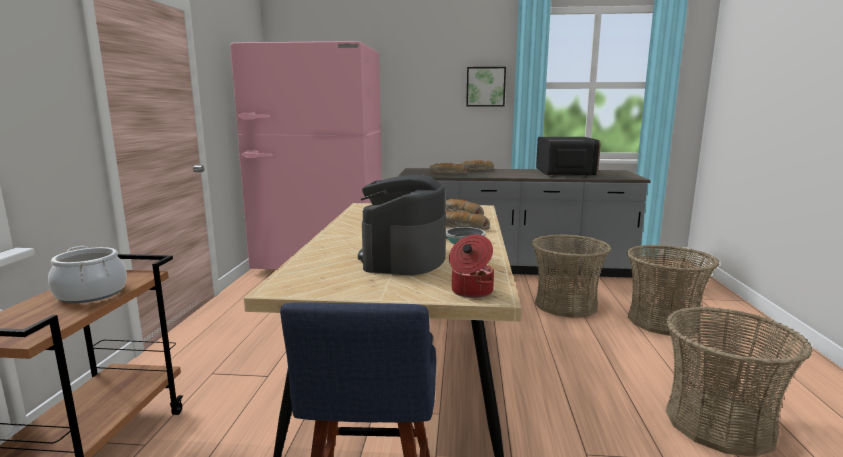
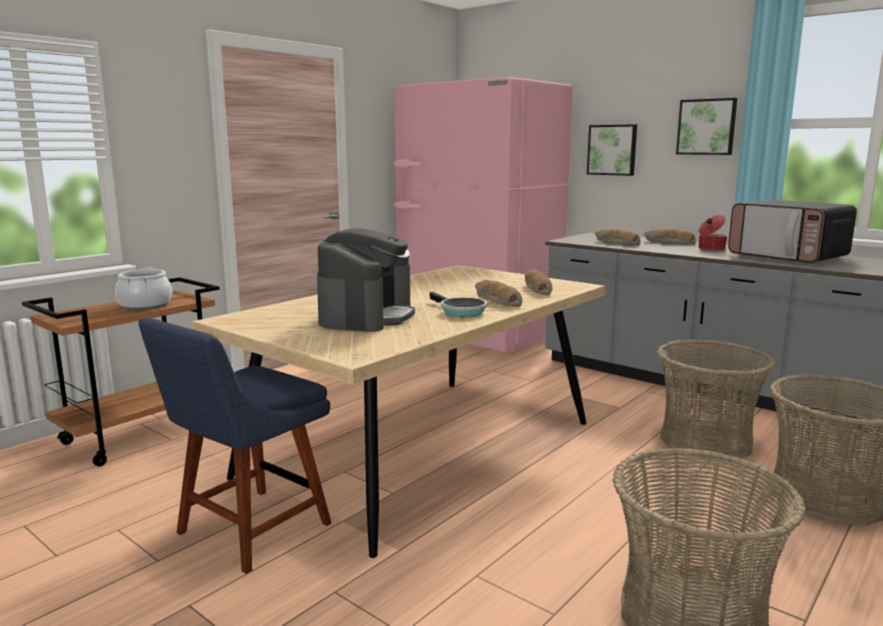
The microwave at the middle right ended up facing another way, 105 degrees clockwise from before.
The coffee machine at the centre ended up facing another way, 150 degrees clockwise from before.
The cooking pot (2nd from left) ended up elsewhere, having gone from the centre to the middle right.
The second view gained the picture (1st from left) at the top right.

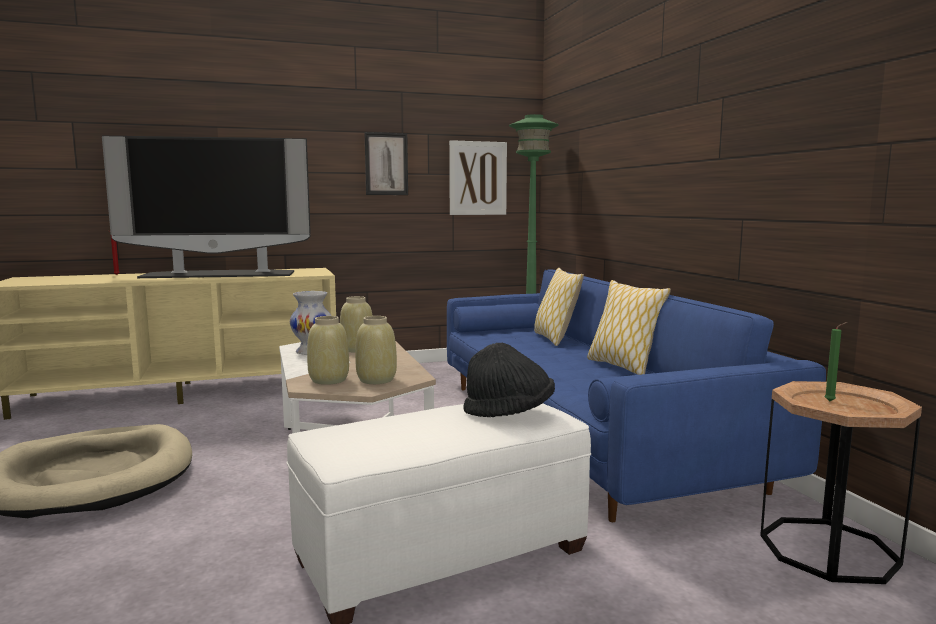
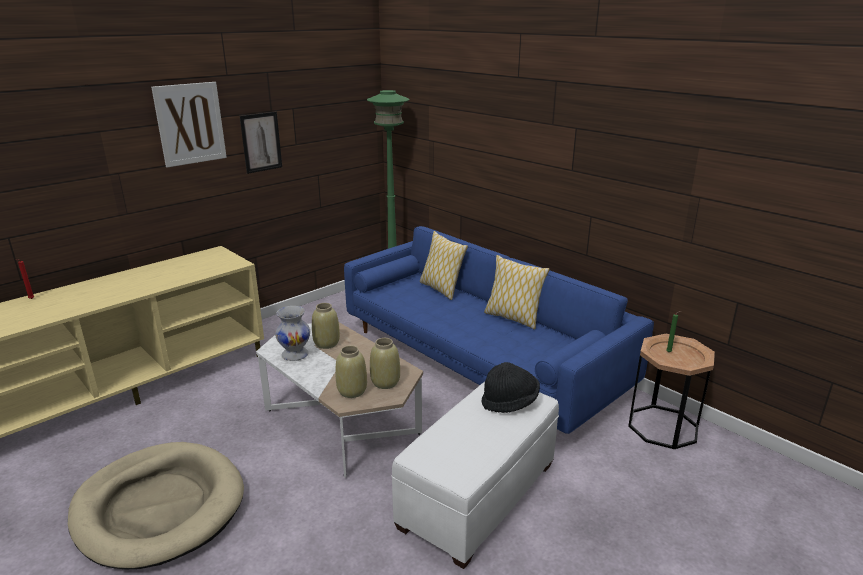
The second view lost the television at the top left.
The picture (2nd from left in the first image) ended up elsewhere, having gone from the top centre to the top left.

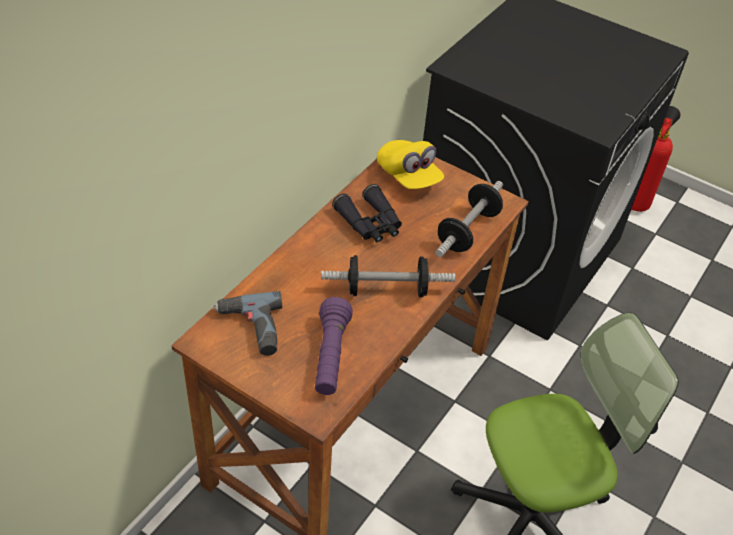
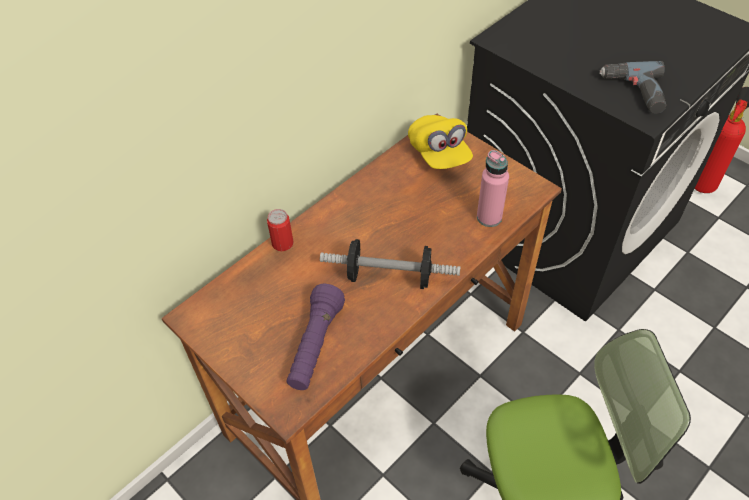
Where the dumbbell (2nd from left) stood at the centre, the pink bottle came to stand at the centre.
The second view lost the black binoculars at the centre.
The power drill ended up elsewhere, having gone from the centre to the top right.
The second view gained the can at the centre.

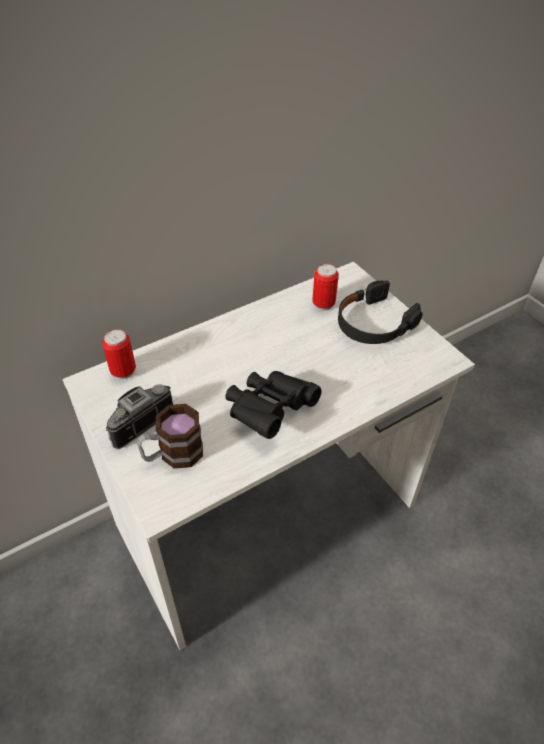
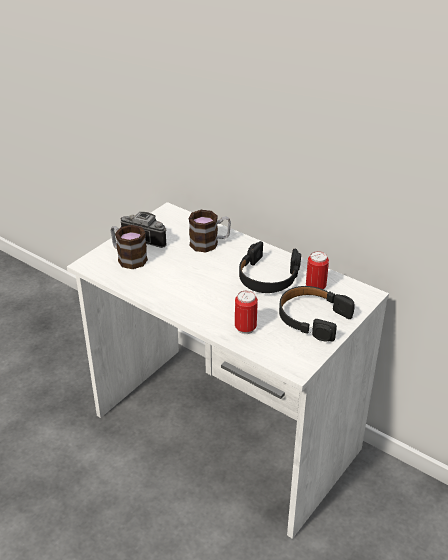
The can (1st from left) ended up elsewhere, having gone from the middle left to the centre.
The second view lost the black binoculars at the centre.
The second view gained the mug (2nd from left) at the centre.
The second view gained the black headphones (1st from left) at the centre.

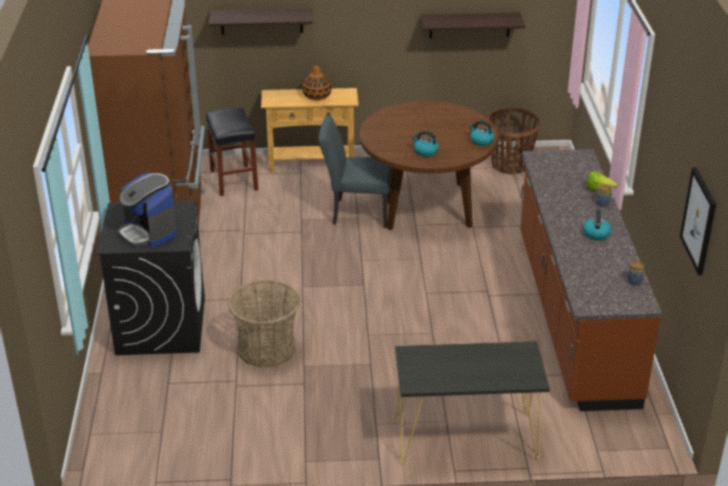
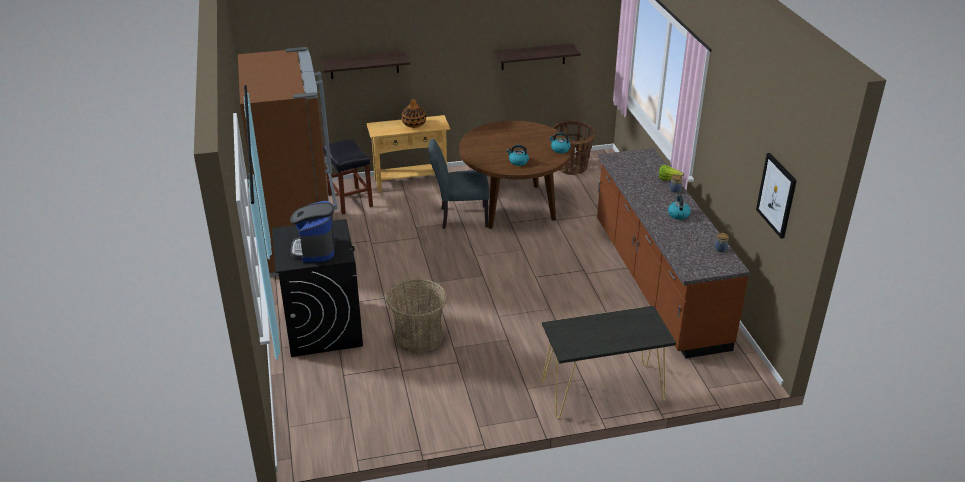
The coffee machine at the middle left ended up facing another way, 45 degrees clockwise from before.

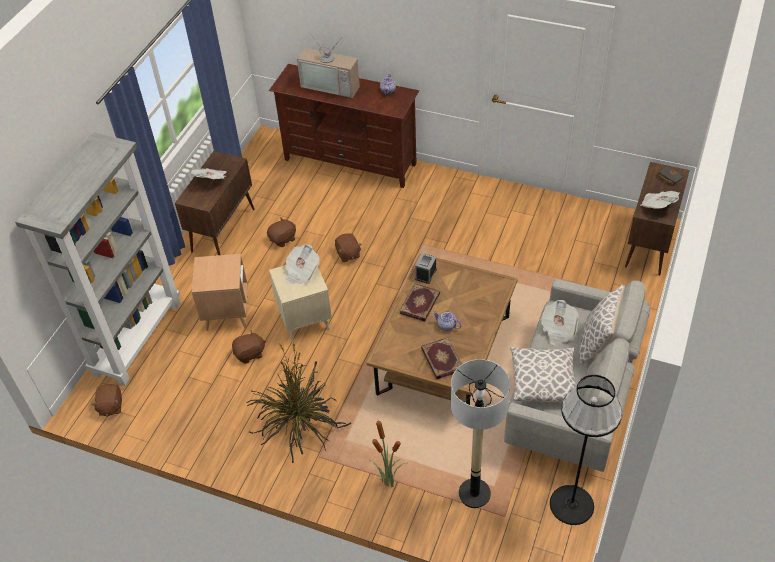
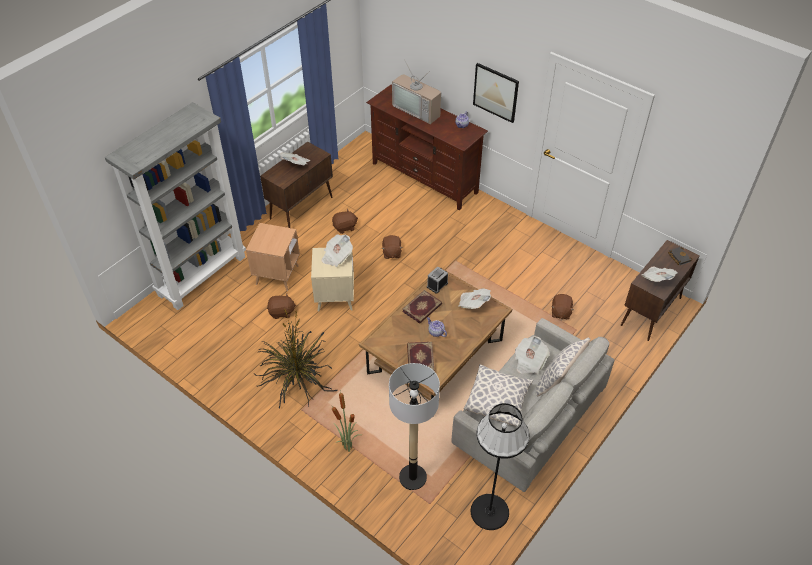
The brown plush toy (1st from left in the first image) ended up elsewhere, having gone from the bottom left to the middle right.
The second view gained the picture at the top centre.
The second view gained the newspaper (3rd from left) at the centre.

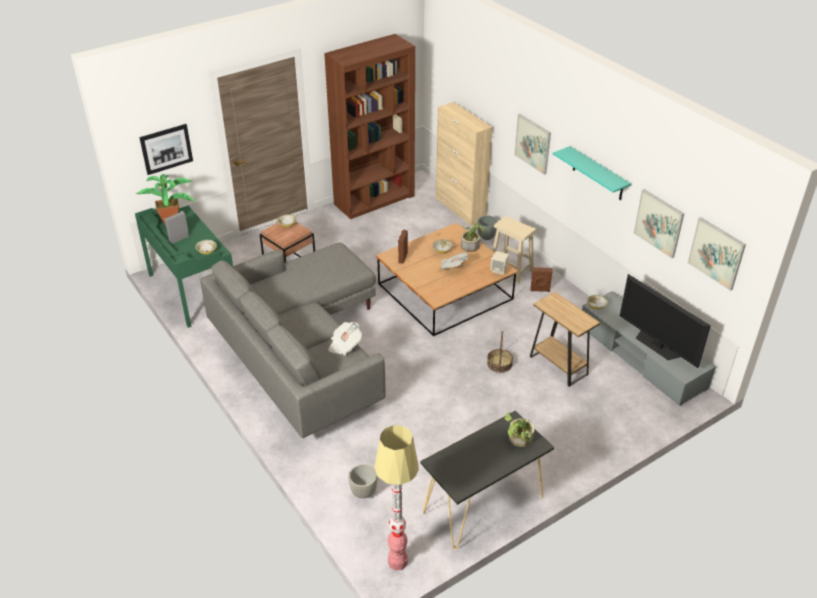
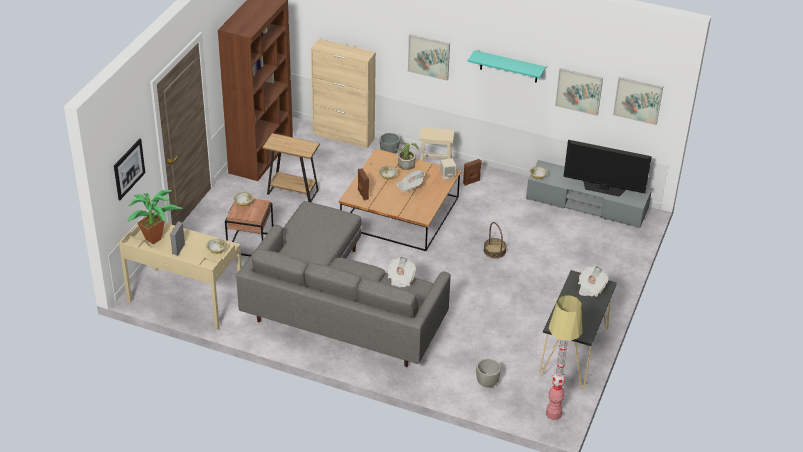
What was the green desk at the middle left turned into the beige desk at the middle left.
The brown side table (2nd from left) ended up elsewhere, having gone from the middle right to the centre.
Where the potted plant (3rd from left) stood at the bottom centre, the newspaper (3rd from left) came to stand at the middle right.

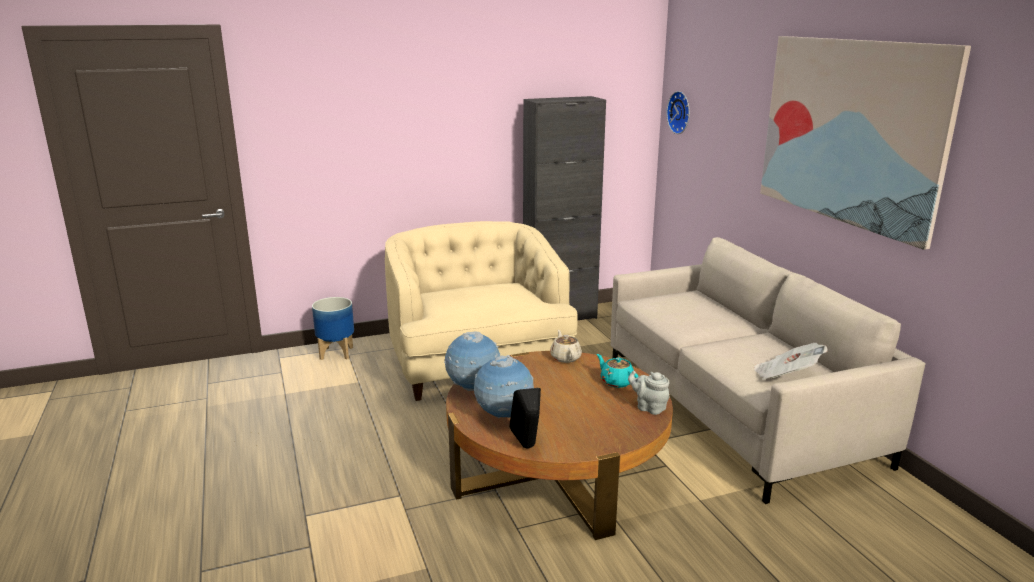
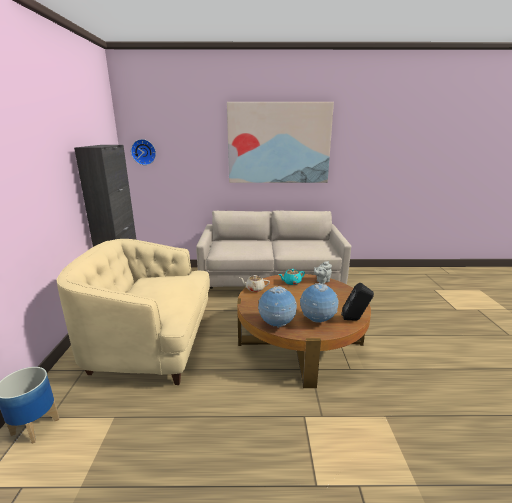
The second view lost the newspaper at the middle right.

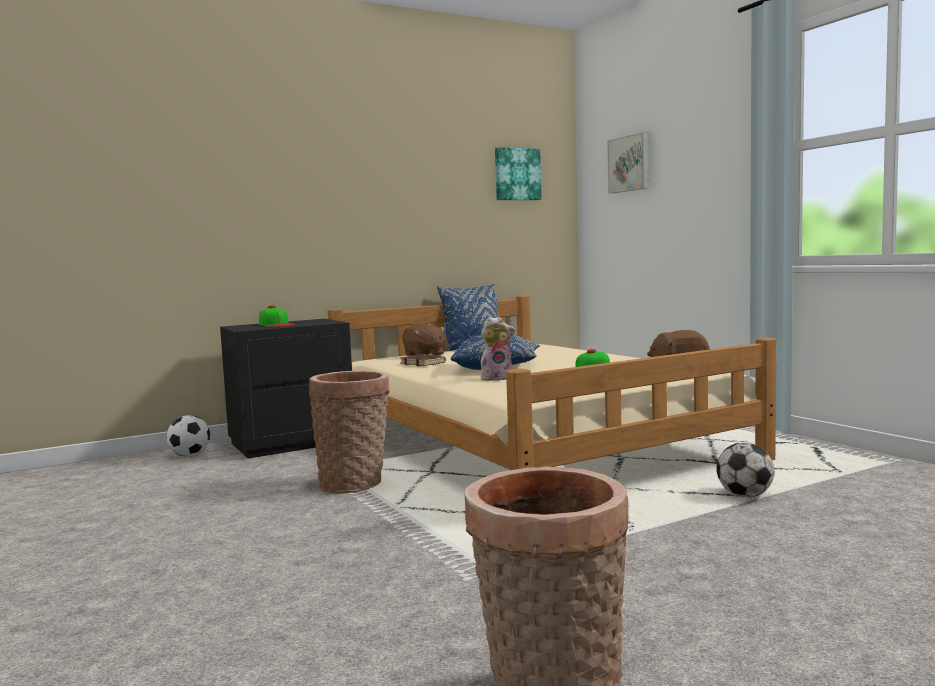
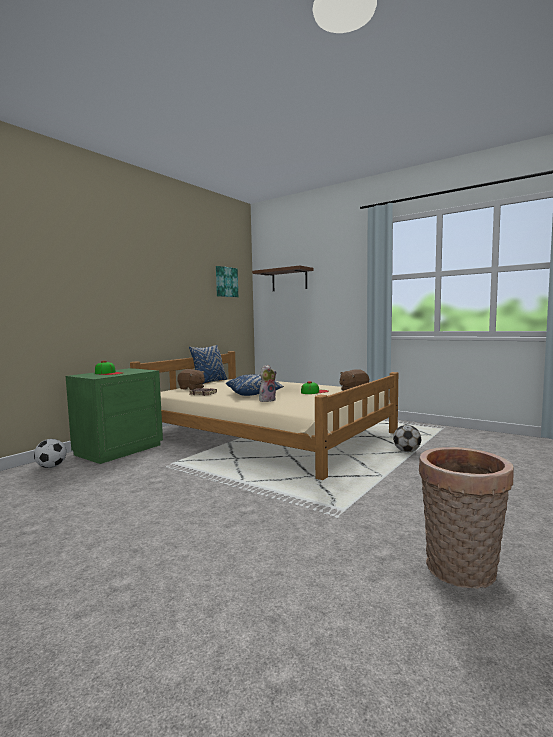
Where the picture (2nd from left) hung at the top right, the brown shelf came to hang at the centre.
What was the black nightstand at the middle left turned into the green nightstand at the middle left.
The second view lost the basket (1st from left) at the centre.

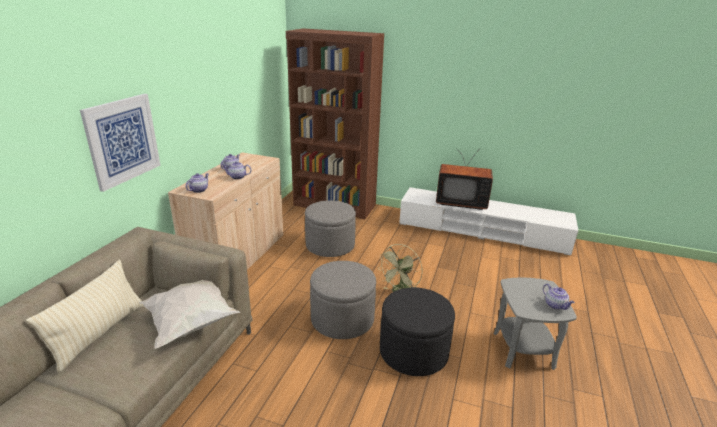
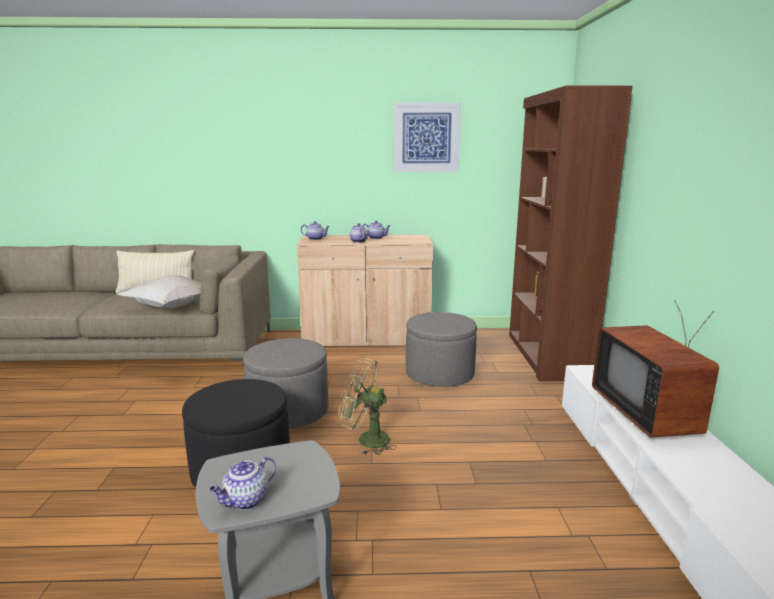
The picture ended up elsewhere, having gone from the middle left to the top centre.

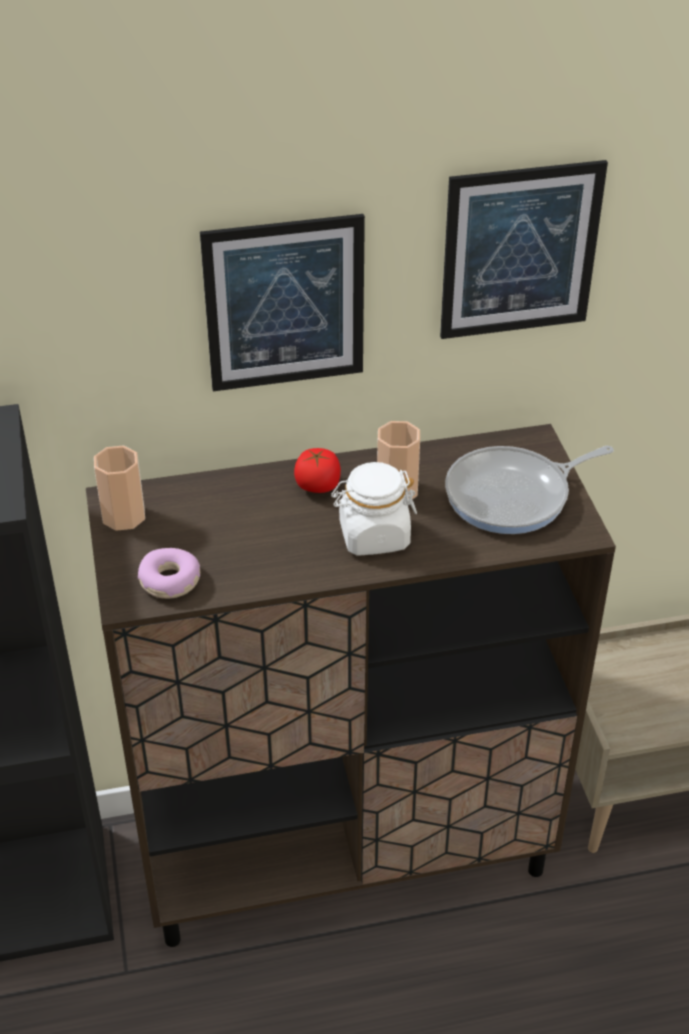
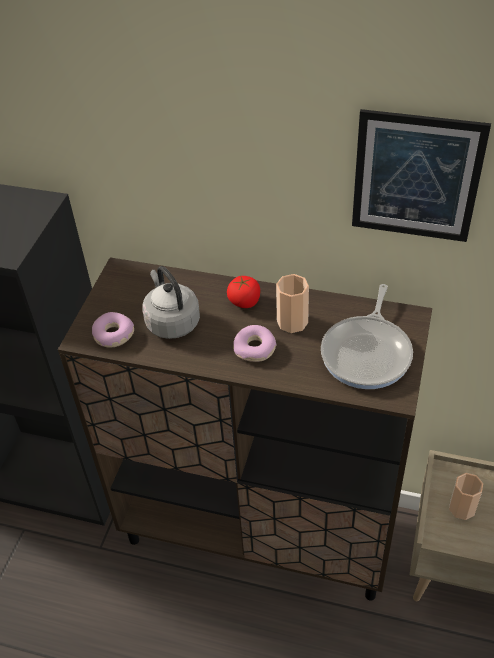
The second view lost the picture (1st from left) at the top centre.
The cup (1st from left in the first image) ended up elsewhere, having gone from the middle left to the bottom right.
The frying pan at the middle right ended up facing another way, 75 degrees counterclockwise from before.
Where the white jar stood at the centre, the donut (2nd from left) came to stand at the centre.
The second view gained the grey kettle at the centre.

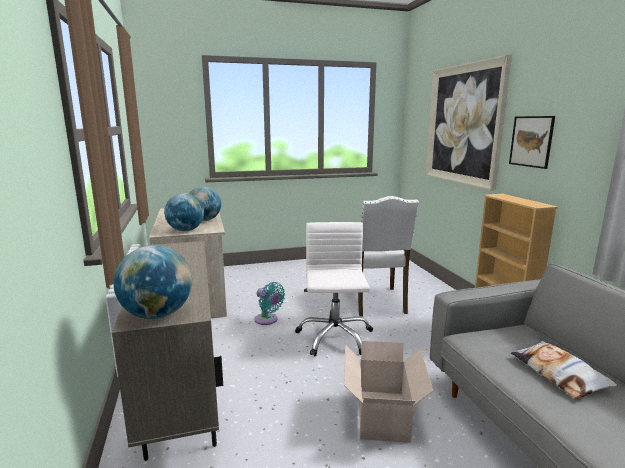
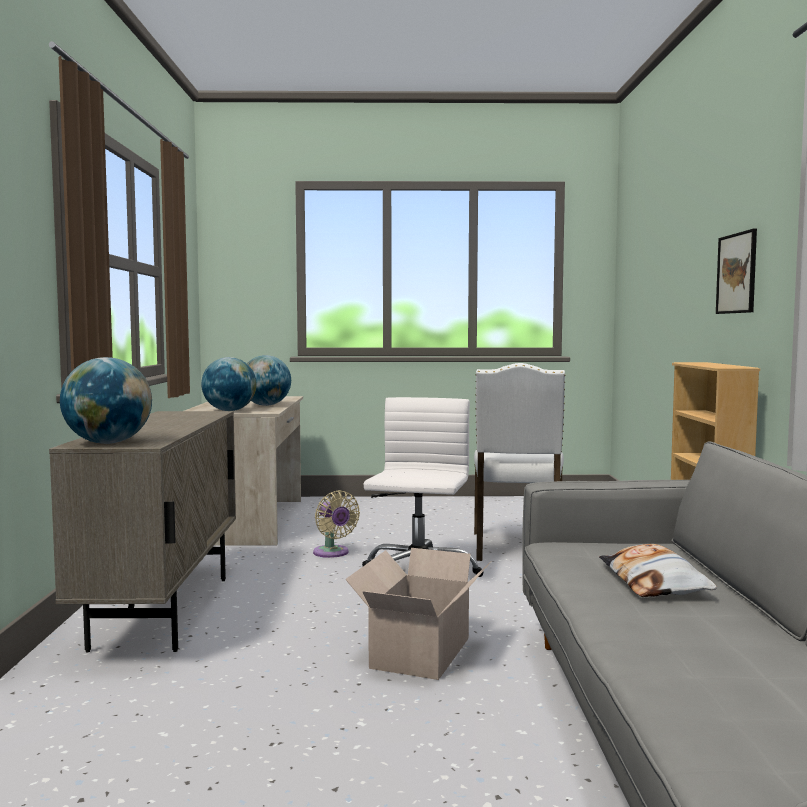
The second view lost the picture (1st from left) at the top right.
What was the turquoise fan at the centre turned into the beige fan at the centre.

